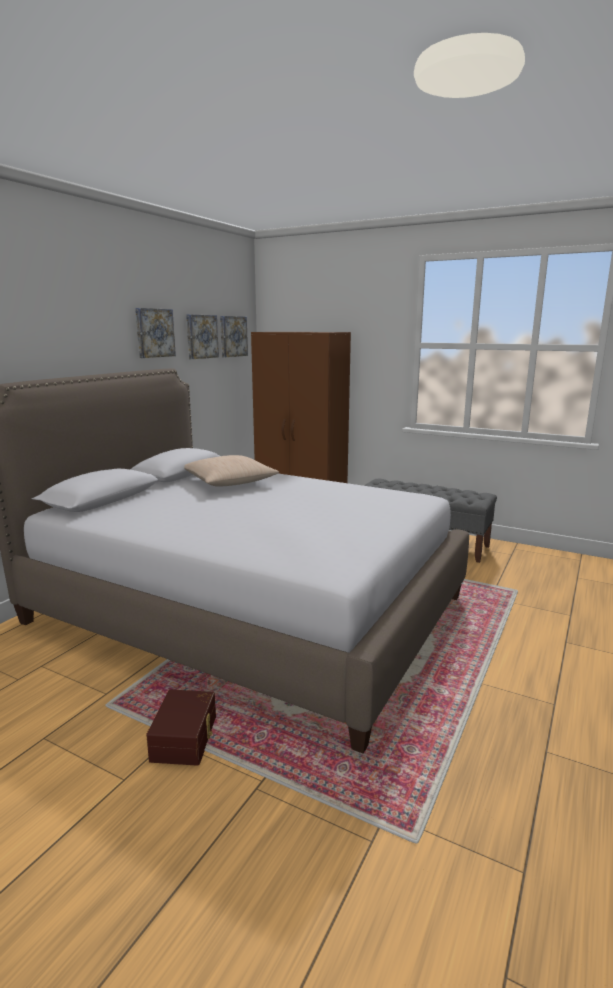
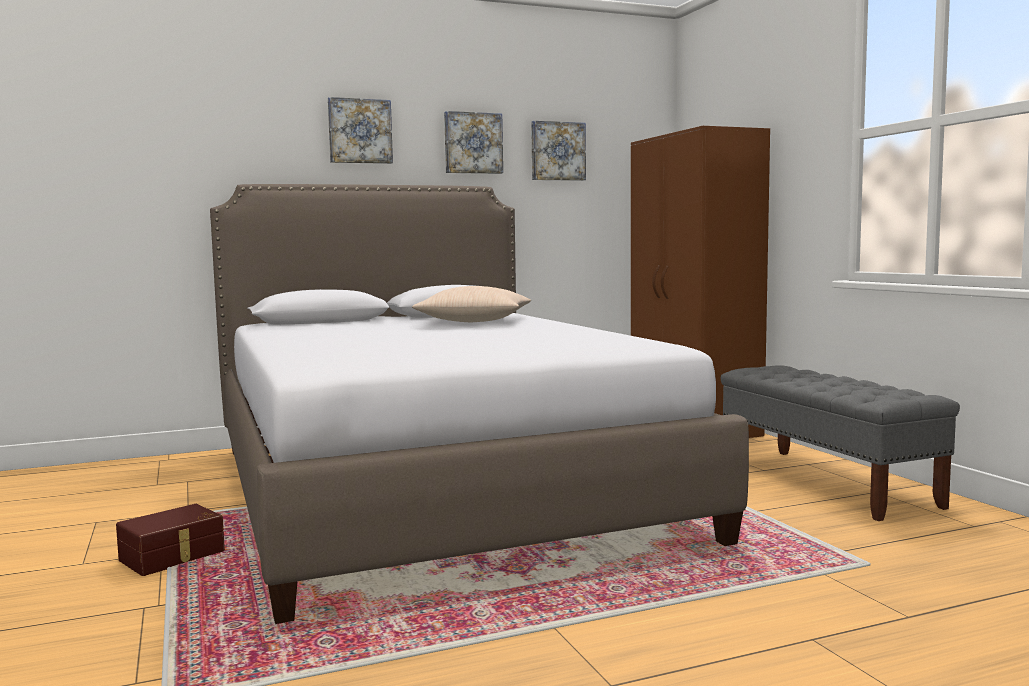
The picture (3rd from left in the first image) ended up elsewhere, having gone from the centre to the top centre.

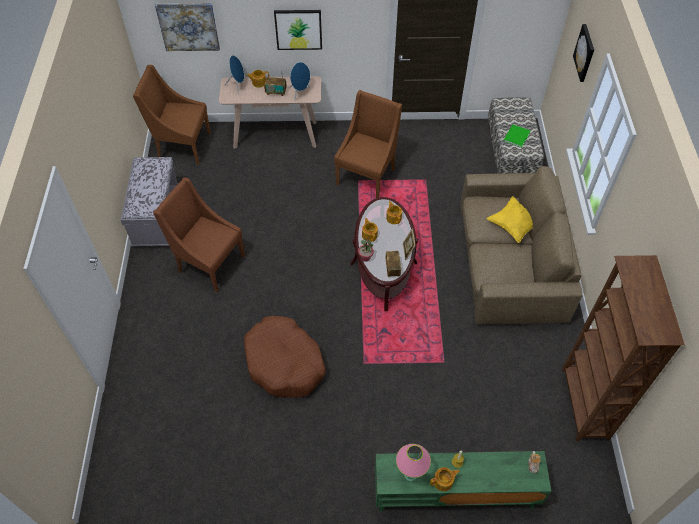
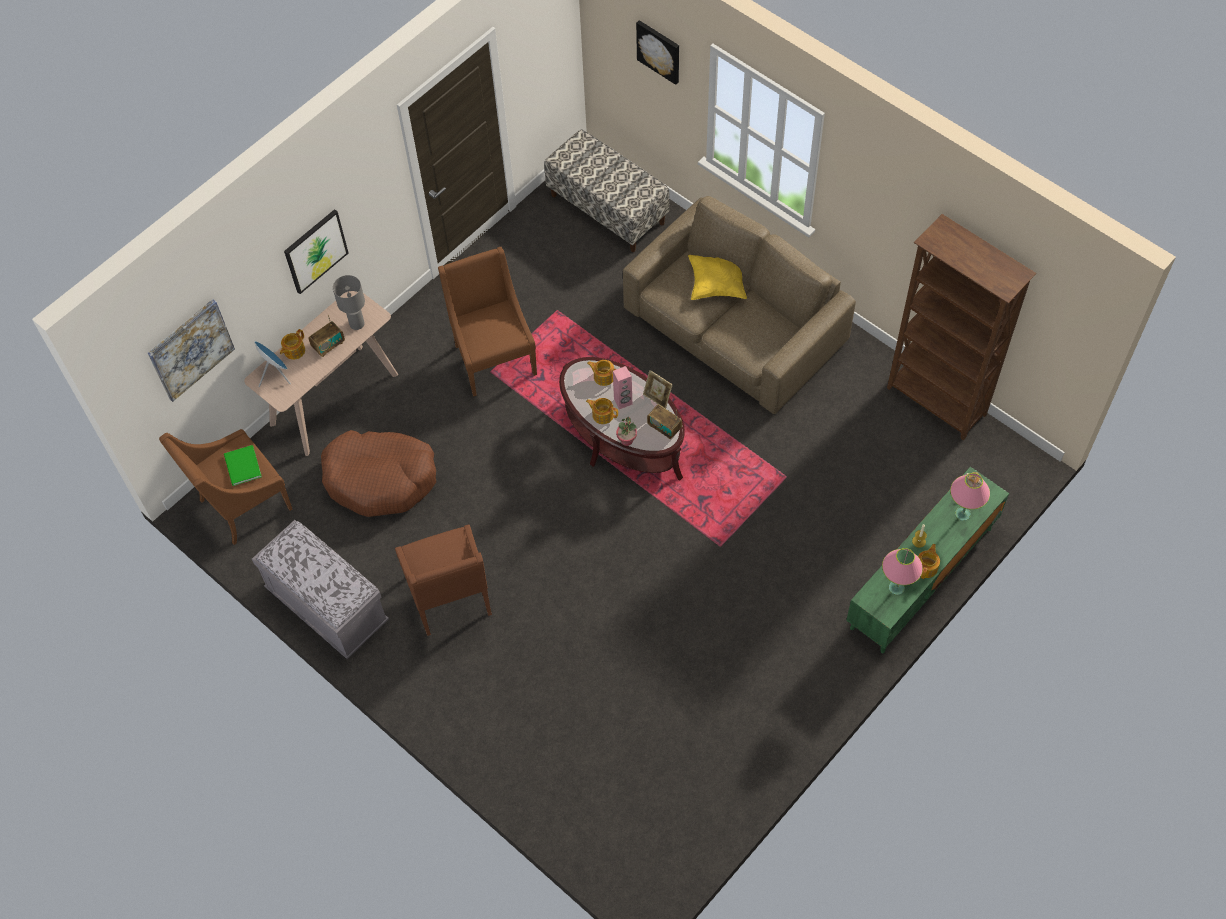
Where the blue speaker (2nd from left) stood at the top centre, the grey table lamp came to stand at the top left.
The green book ended up elsewhere, having gone from the top right to the middle left.
The brown armchair (2nd from left) at the middle left ended up facing another way, 90 degrees counterclockwise from before.
The brown dog bed ended up elsewhere, having gone from the bottom centre to the middle left.
The second view gained the pink speaker at the centre.
The second view gained the pink table lamp (2nd from left) at the middle right.

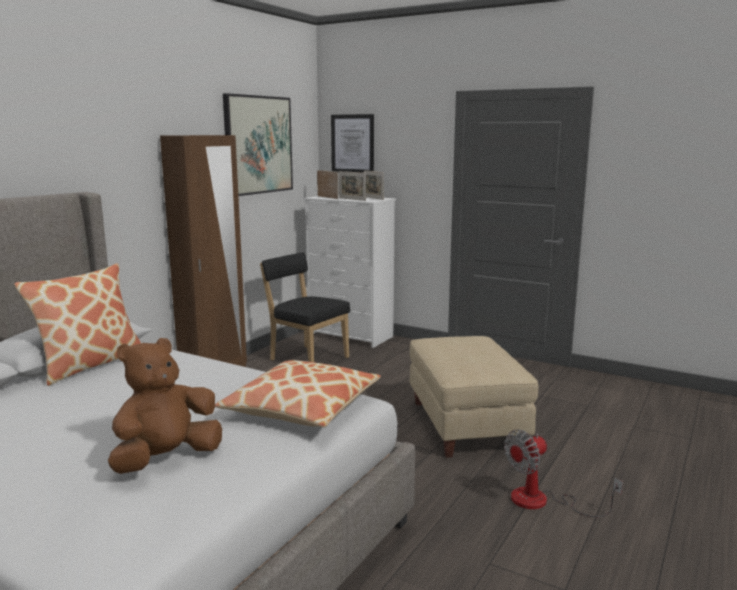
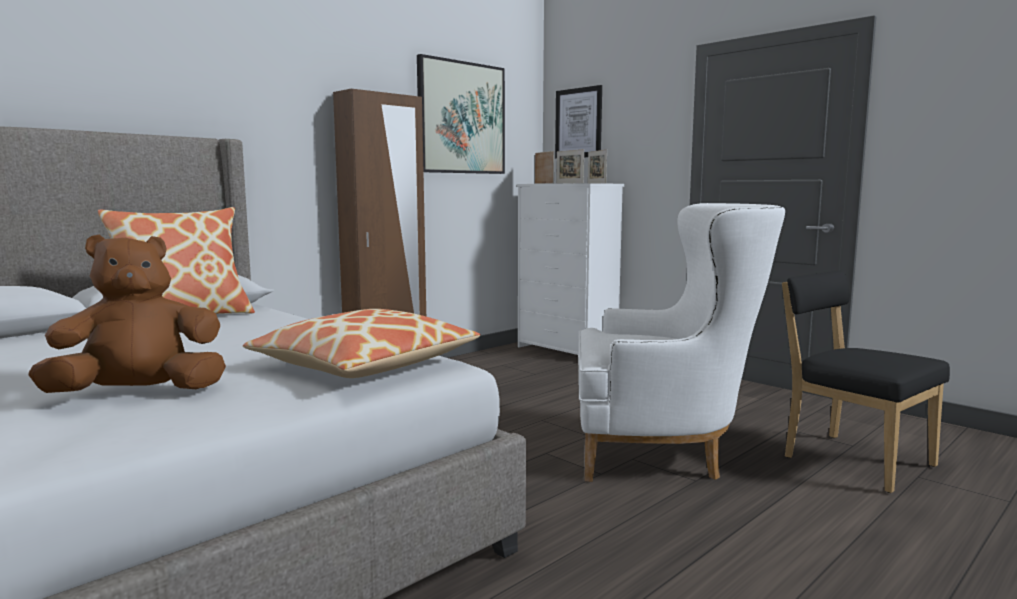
The black chair ended up elsewhere, having gone from the centre to the middle right.
Where the beige ottoman stood at the bottom centre, the white armchair came to stand at the middle right.
The second view lost the fan at the bottom right.

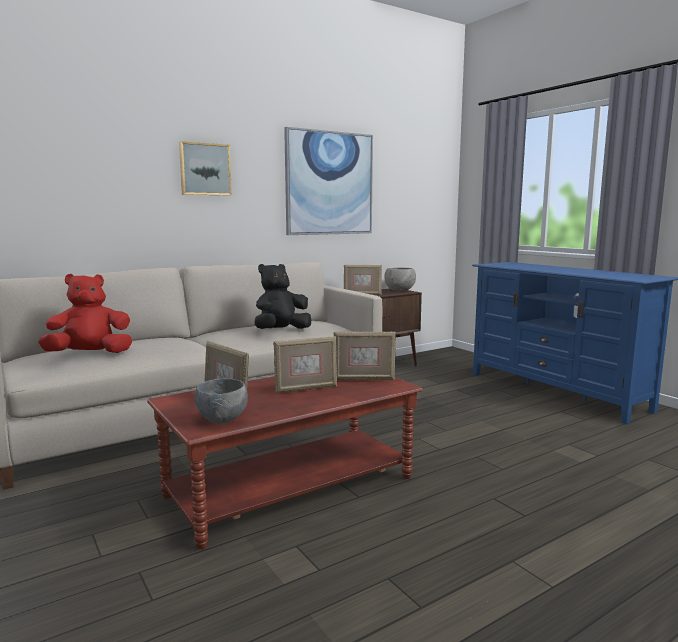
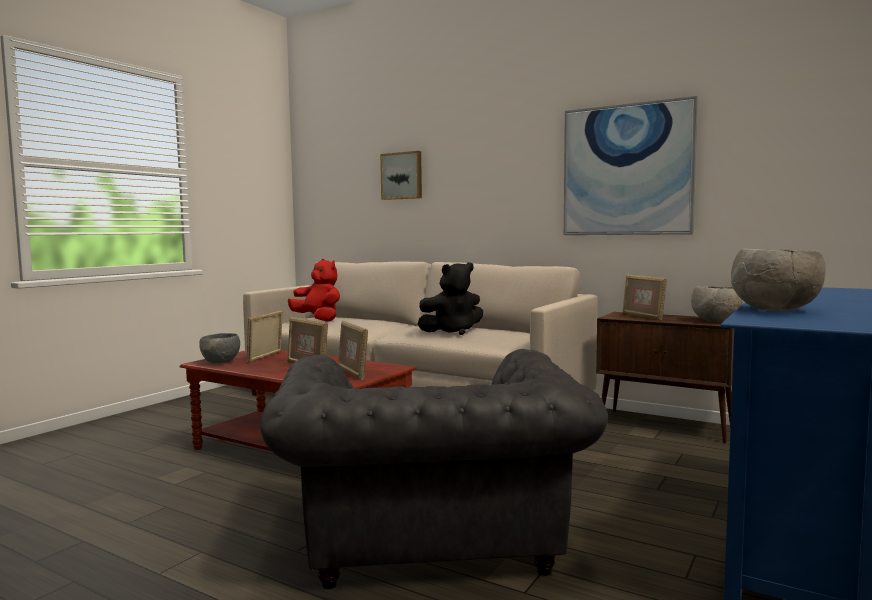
The picture (1st from left) ended up elsewhere, having gone from the top left to the top centre.
The black plush toy at the centre ended up facing another way, 135 degrees clockwise from before.
The second view gained the grey bowl (3rd from left) at the middle right.
The second view gained the grey armchair at the bottom centre.

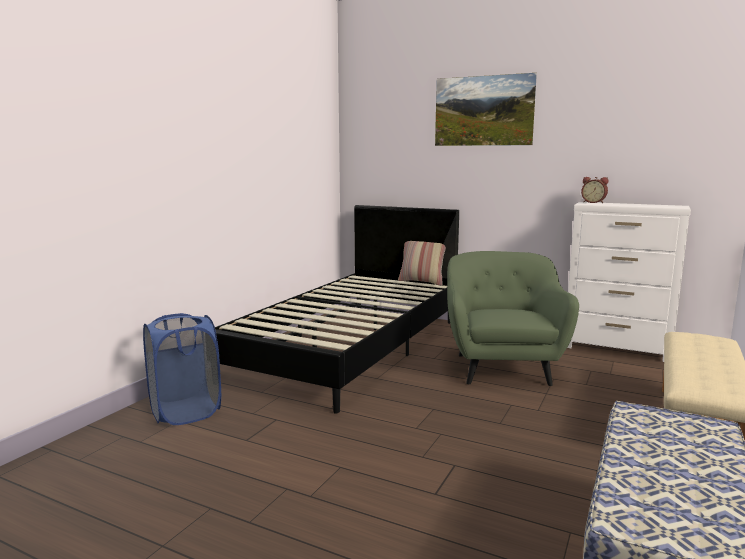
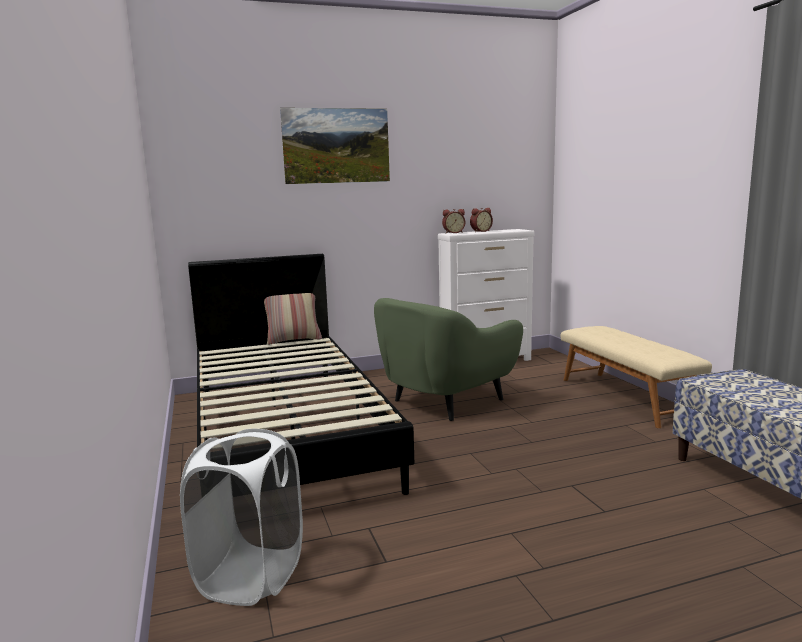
The green armchair at the middle right ended up facing another way, 90 degrees counterclockwise from before.
What was the blue laundry basket at the middle left turned into the white laundry basket at the bottom left.
The second view gained the alarm clock (2nd from left) at the centre.

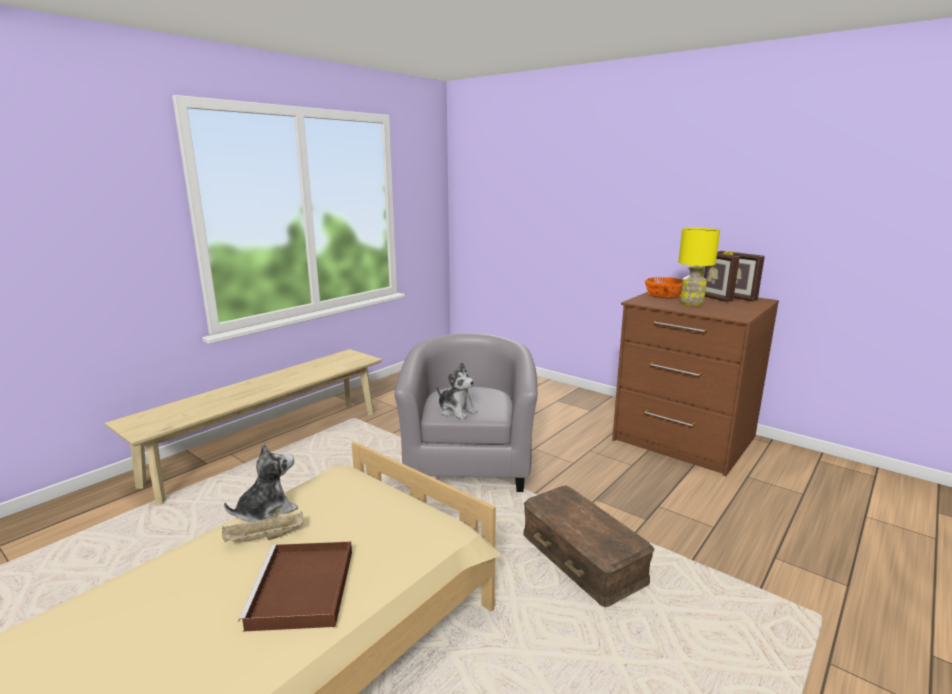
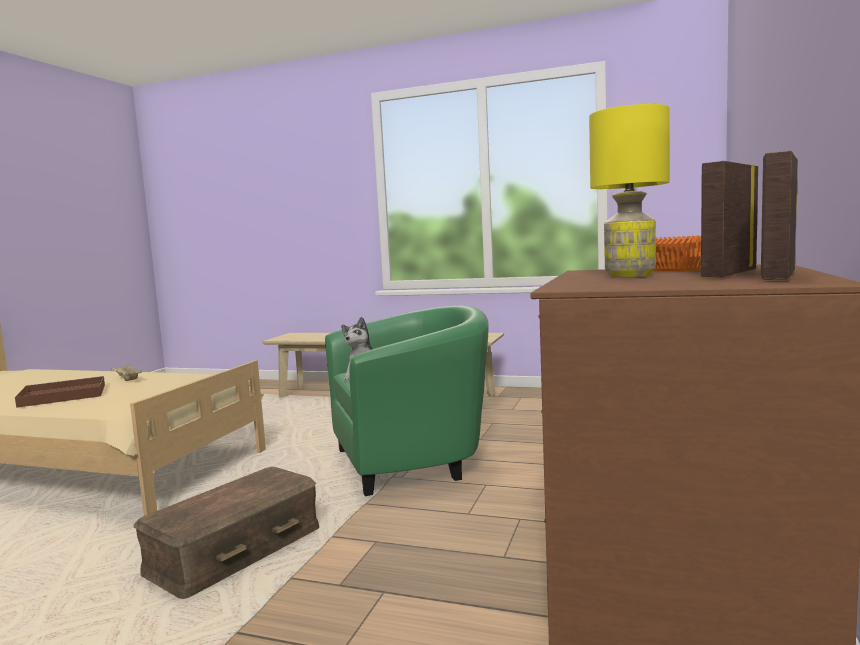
What was the grey armchair at the centre turned into the green armchair at the centre.
The second view lost the plush toy (1st from left) at the bottom left.

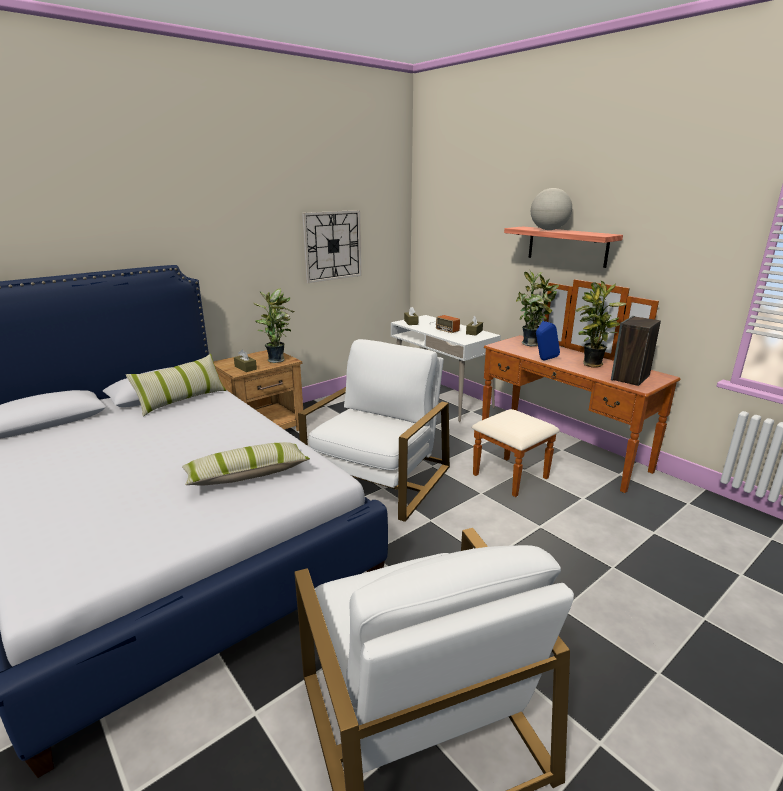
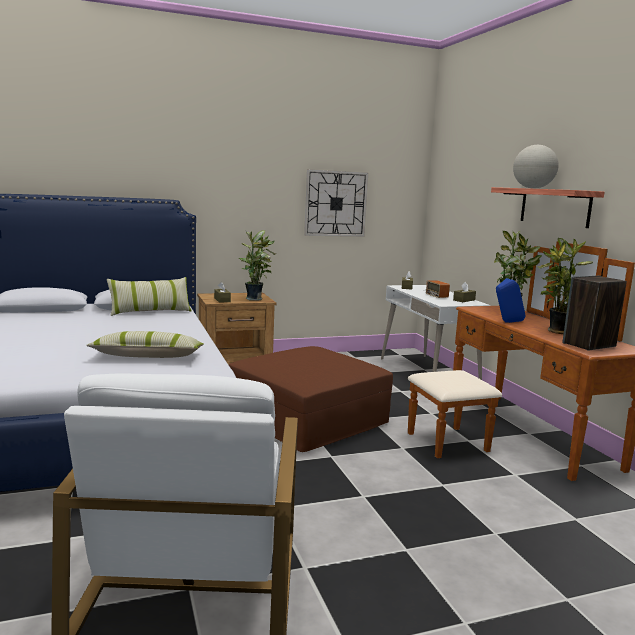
Where the white armchair (1st from left) stood at the centre, the brown ottoman came to stand at the centre.

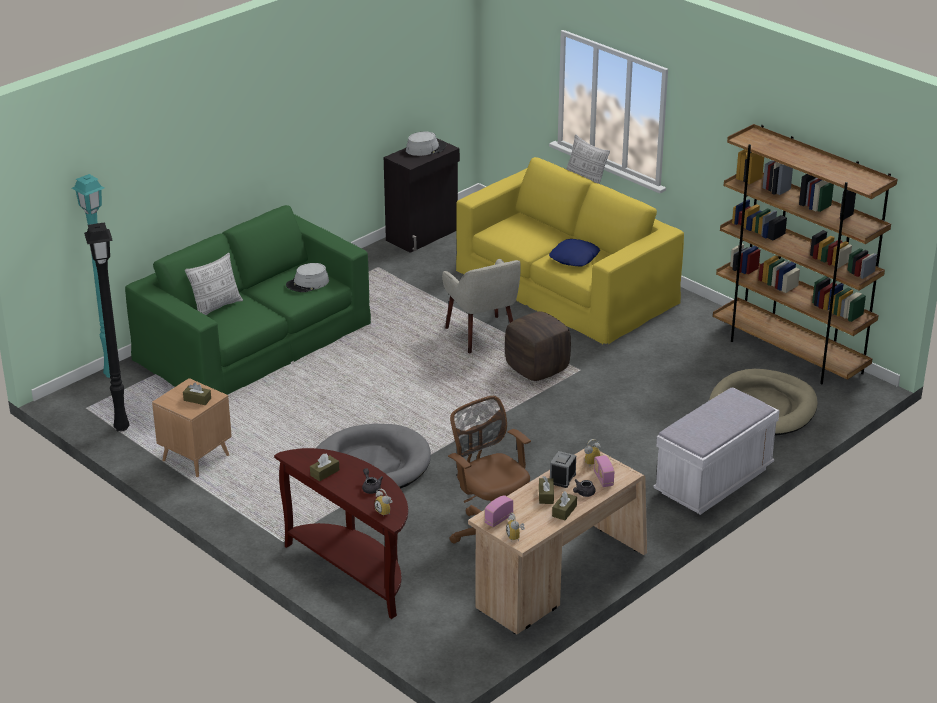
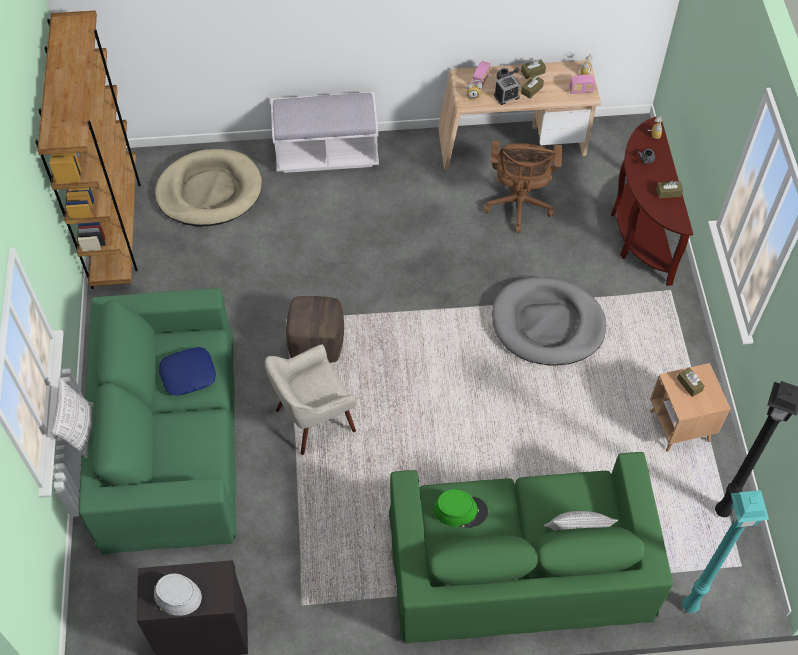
What was the yellow sofa at the centre turned into the green sofa (1st from left) at the middle left.
The beige armchair at the centre ended up facing another way, 135 degrees counterclockwise from before.
What was the grey hat (1st from left) at the middle left turned into the green hat at the bottom centre.

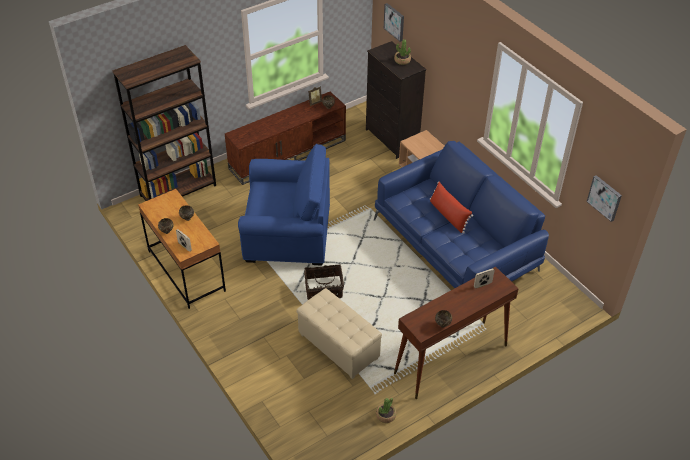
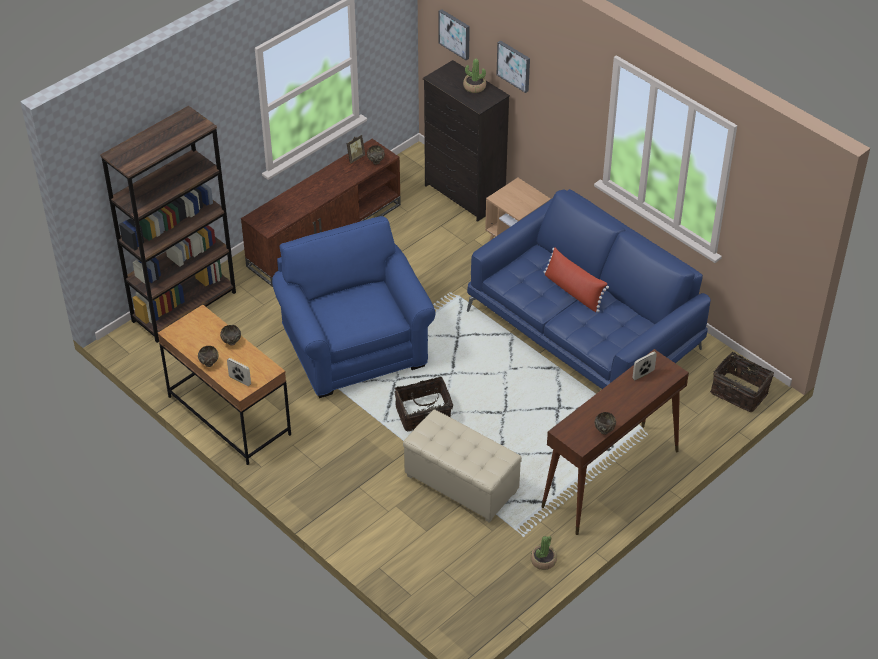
The blue armchair at the centre ended up facing another way, 105 degrees counterclockwise from before.
The picture (2nd from left) ended up elsewhere, having gone from the middle right to the top centre.
The second view gained the basket (2nd from left) at the middle right.

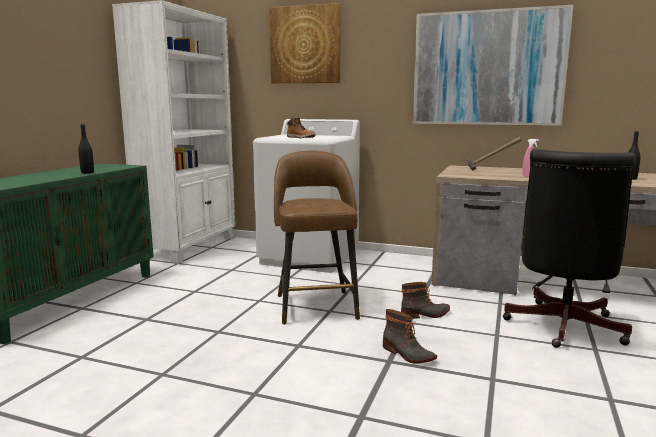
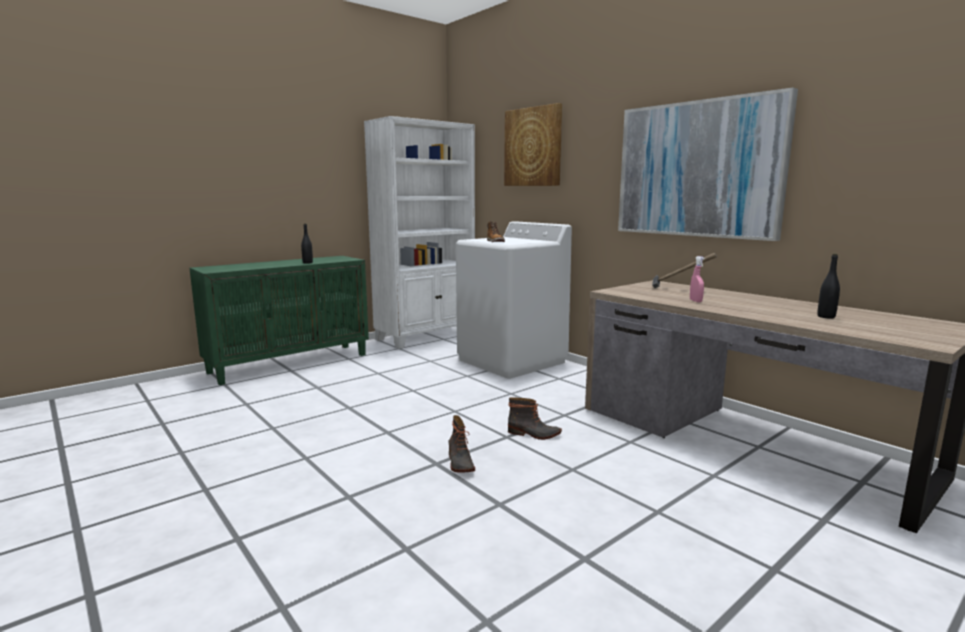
The second view lost the black office chair at the middle right.
The second view lost the brown stool at the centre.

